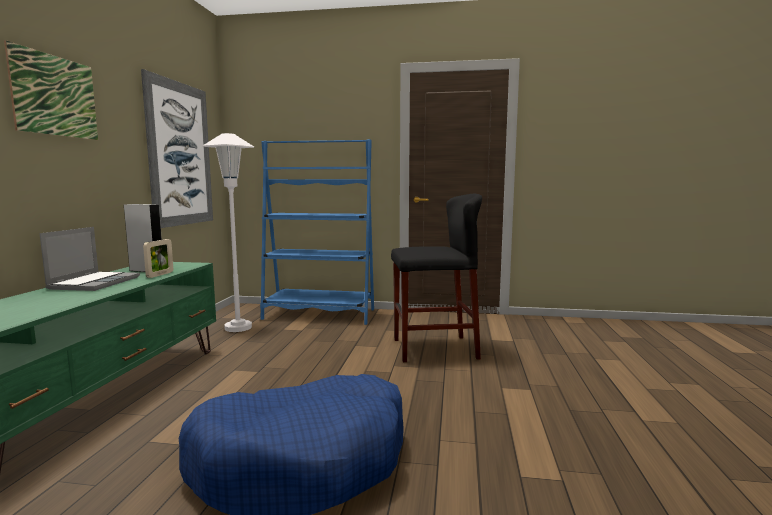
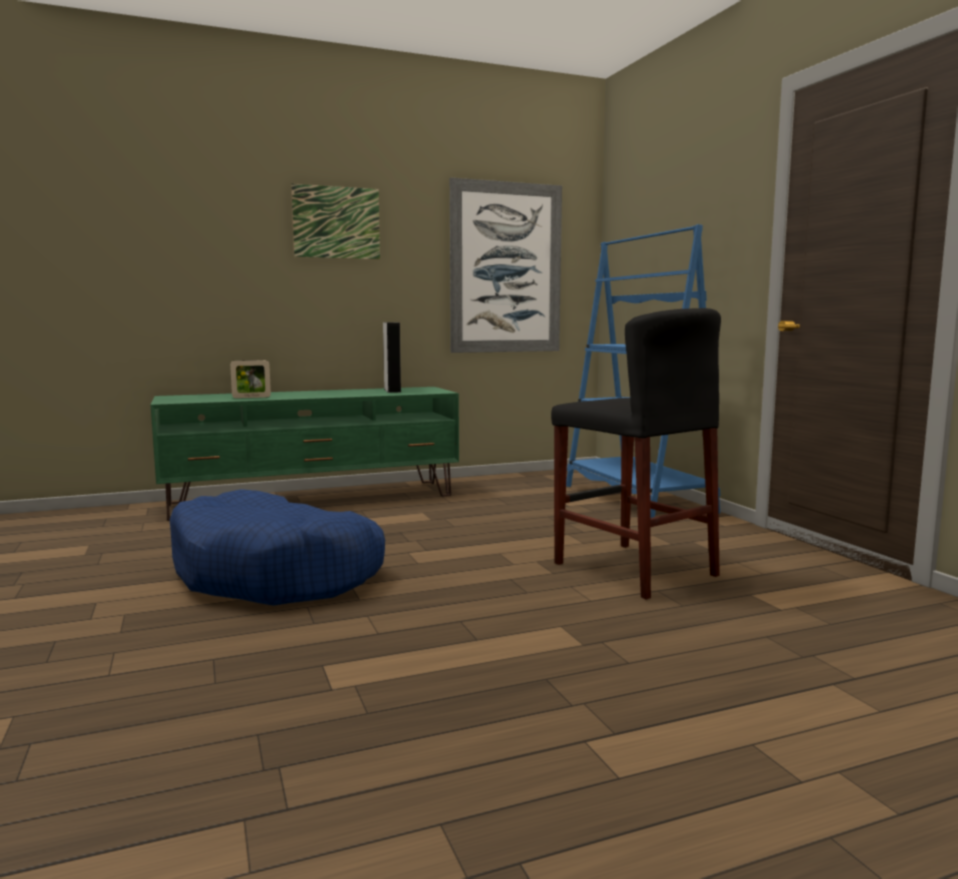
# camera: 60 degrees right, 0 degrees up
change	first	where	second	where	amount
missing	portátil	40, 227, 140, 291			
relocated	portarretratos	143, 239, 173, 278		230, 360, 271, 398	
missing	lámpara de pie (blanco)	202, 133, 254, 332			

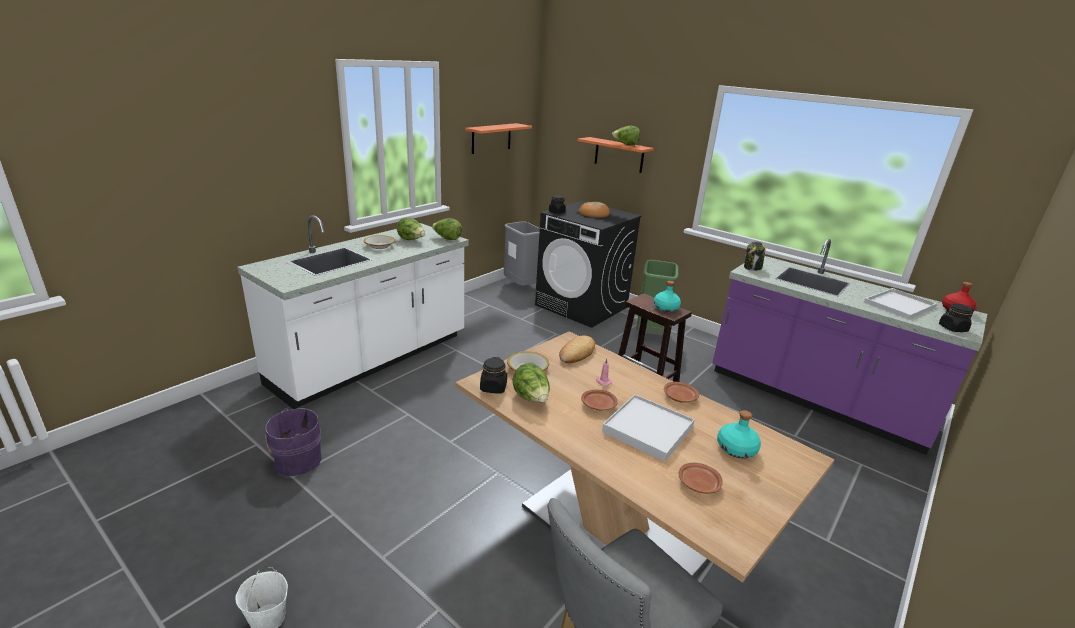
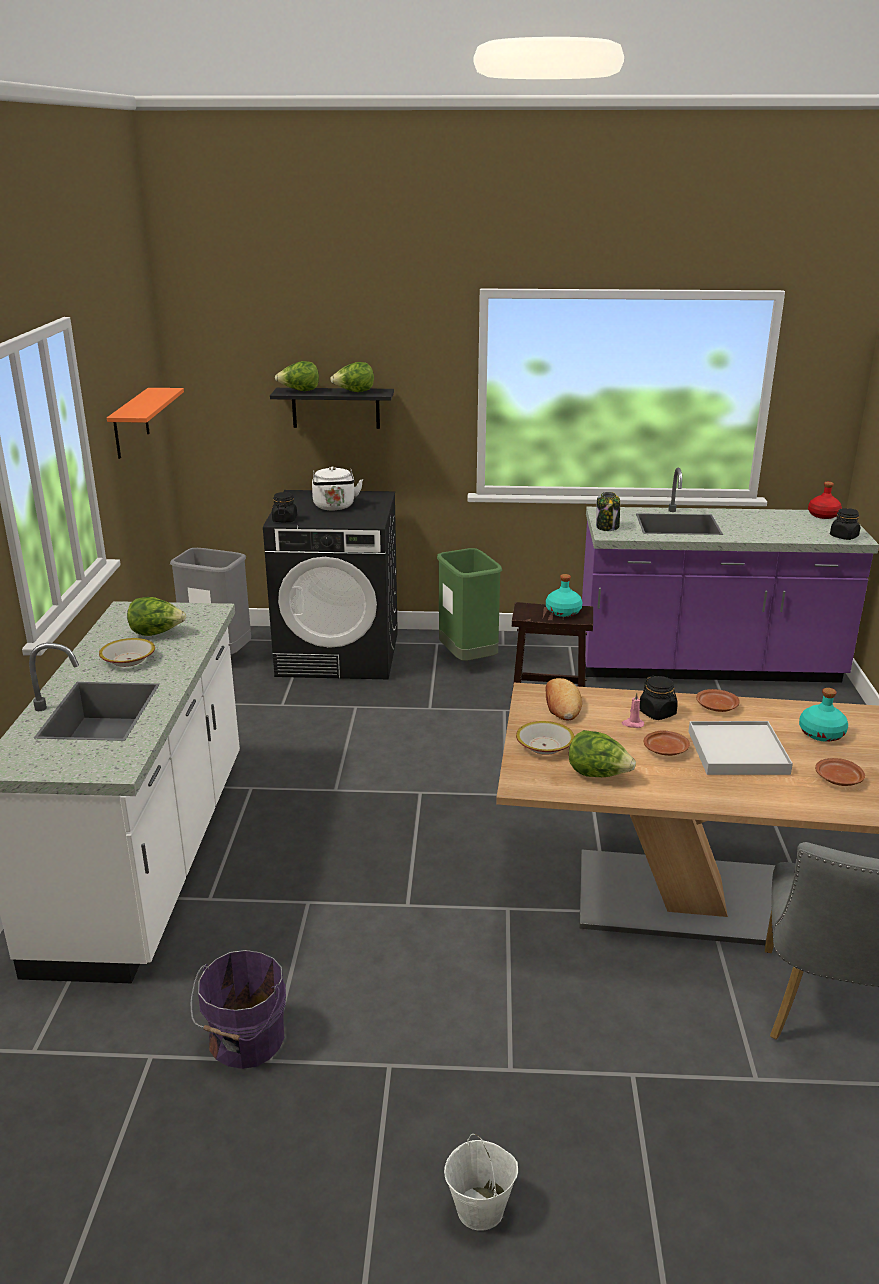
# camera: 35 degrees left, 0 degrees up
change	first	where	second	where	amount
relocated	lechuga	432, 218, 462, 240		275, 361, 319, 391	
relocated	tarro (negro)	480, 357, 507, 394		640, 675, 678, 720	
colour	estante (naranja)	578, 137, 654, 173	estante (negro)	270, 388, 394, 429	
exchanged	pan	579, 202, 610, 218	hervidor (blanco)	312, 466, 363, 510	
missing	bandeja (blanco)	864, 288, 937, 319			

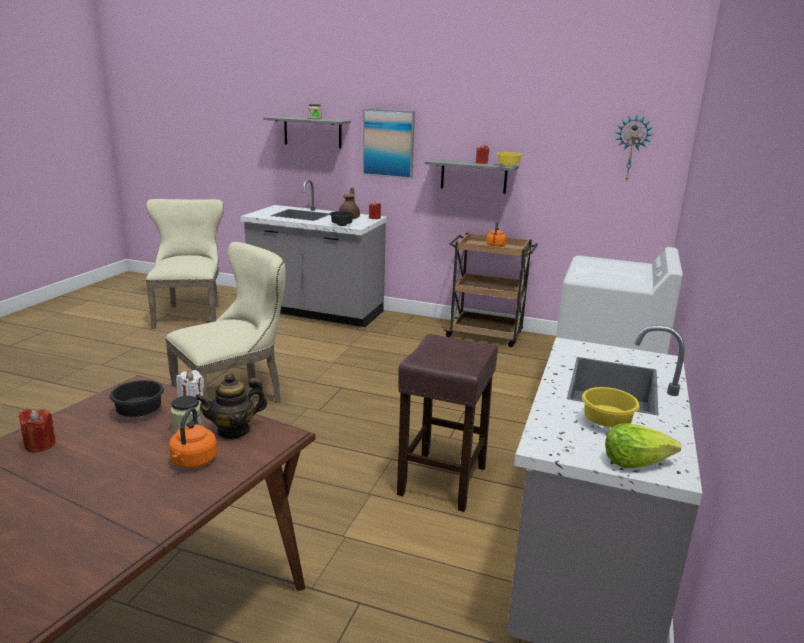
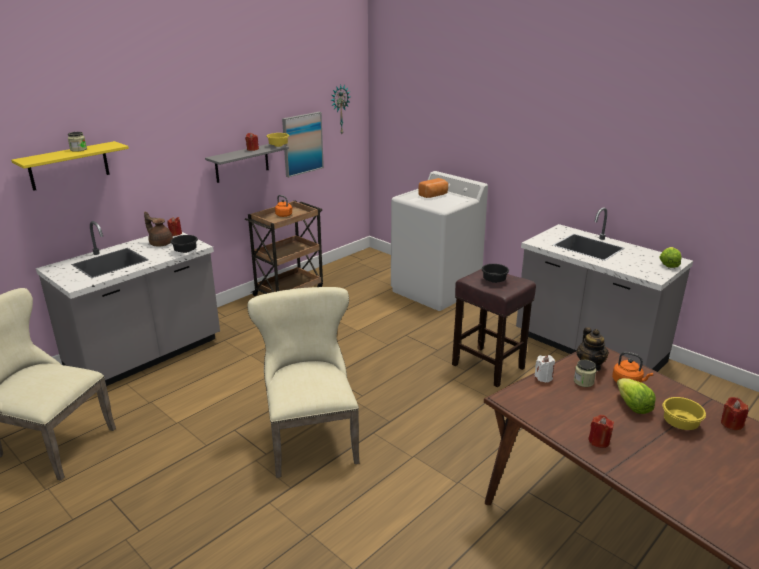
# camera: 65 degrees left, 5 degrees up
change	first	where	second	where	amount
relocated	cuenco (negro)	109, 380, 164, 417		482, 264, 509, 283	
colour	estante (gris)	263, 116, 351, 148	estante (amarillo)	11, 141, 129, 191	
relocated	cuadro	362, 109, 415, 179		282, 112, 324, 177	
relocated	cuenco (amarillo)	582, 387, 640, 427		663, 397, 706, 430	
appeared			pan	418, 178, 448, 198	
appeared			lechuga	617, 378, 656, 414	
appeared			vela (rojo)	721, 397, 749, 430	

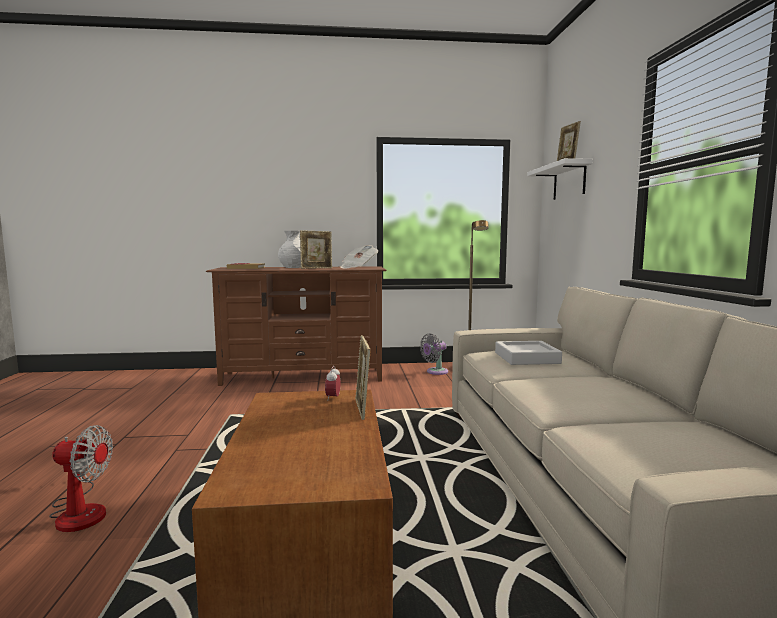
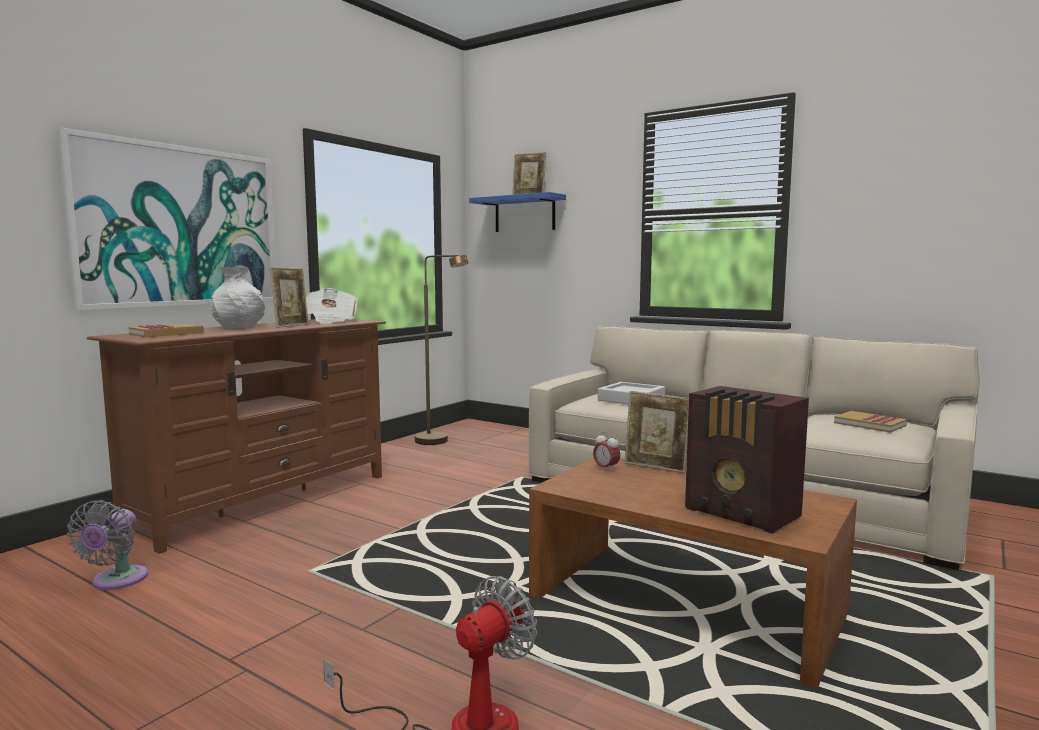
# camera: 50 degrees left, 0 degrees up
change	first	where	second	where	amount
relocated	ventilador (gris)	420, 334, 448, 375		67, 500, 148, 590	
colour	estante (blanco)	527, 158, 593, 200	estante (azul)	469, 192, 566, 232	
appeared			cuadro	55, 127, 276, 310	
appeared			radio	685, 386, 809, 534	
appeared			libro	834, 411, 907, 433	

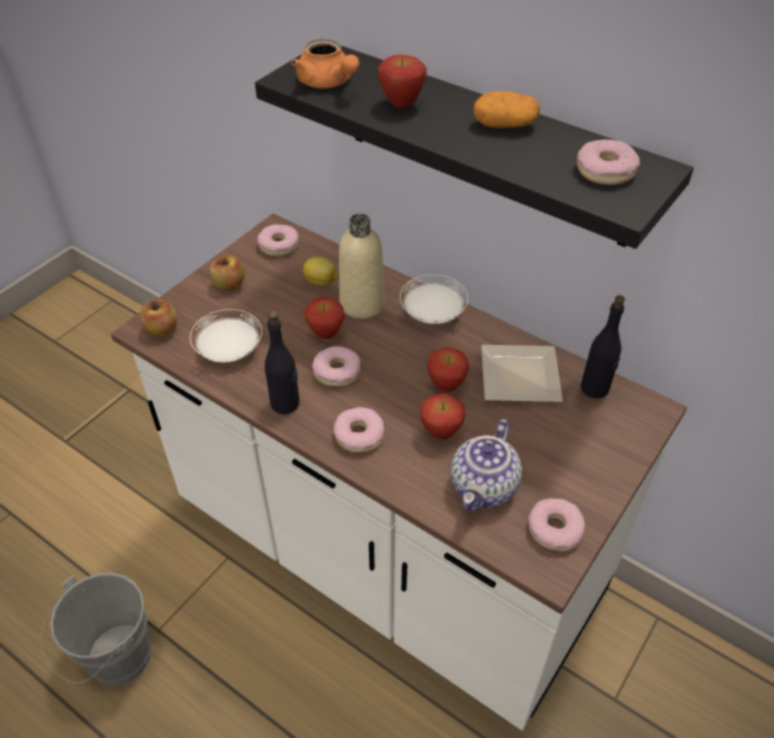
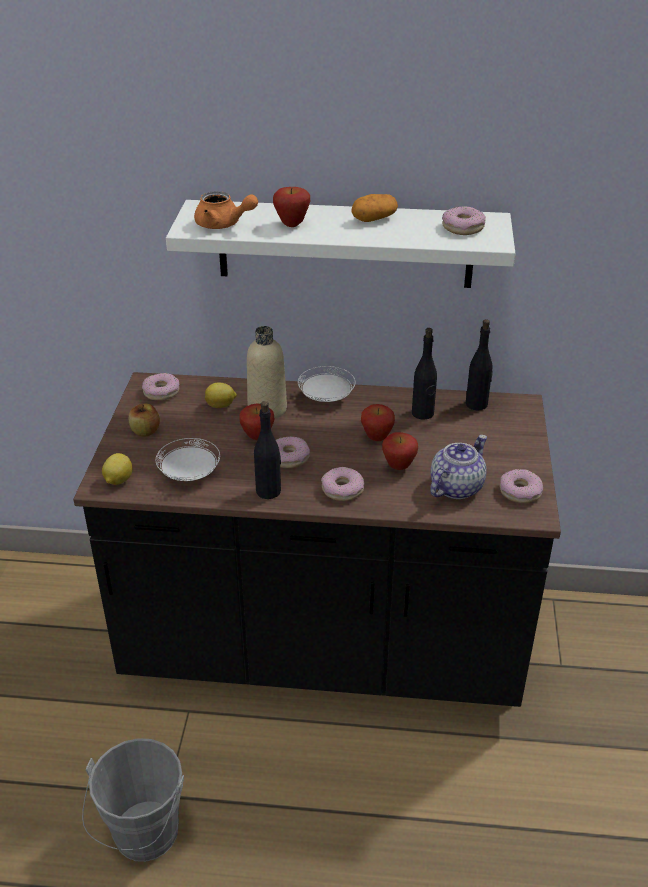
# camera: 30 degrees left, 10 degrees down
change	first	where	second	where	amount
colour	mueble bajo de cocina (blanco)	111, 214, 687, 730	mueble bajo de cocina (negro)	73, 372, 561, 707	
exchanged	manzana	140, 299, 177, 337	limón	102, 453, 132, 485	
colour	estante (negro)	255, 46, 694, 249	estante (blanco)	166, 200, 515, 288	
spun	tetera	451, 419, 522, 511		430, 435, 487, 499	135 degrees counterclockwise
exchanged	plato	481, 345, 563, 402	botella (negro)	412, 328, 437, 420	

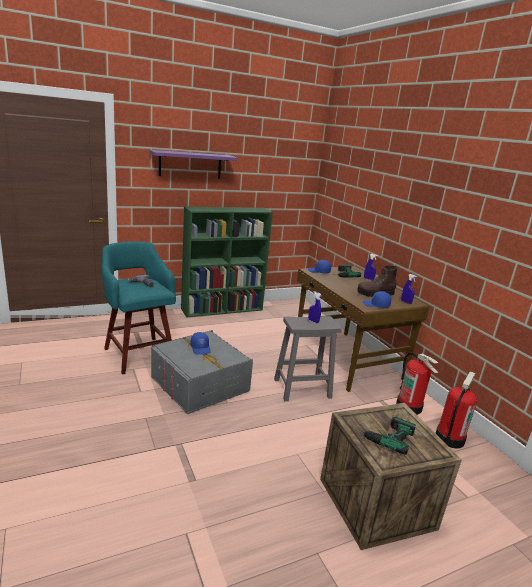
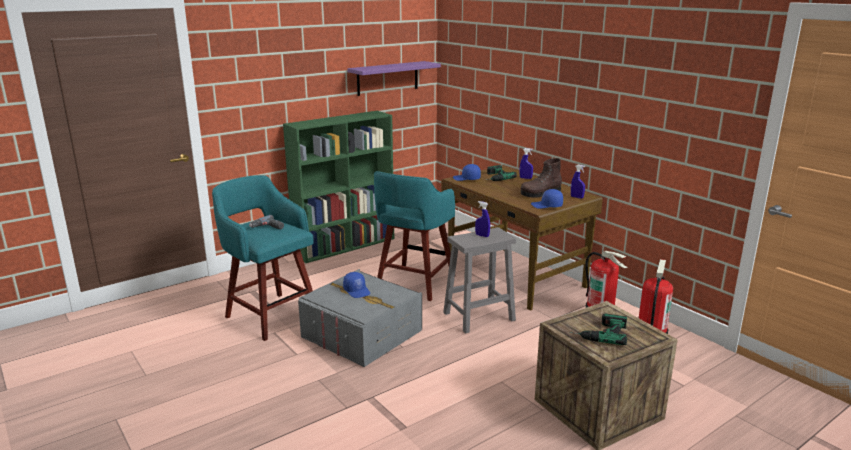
# camera: 10 degrees left, 0 degrees up
change	first	where	second	where	amount
relocated	estante (morado)	149, 150, 238, 179		347, 61, 441, 96	
appeared			taburete (turquesa)	374, 171, 455, 301	

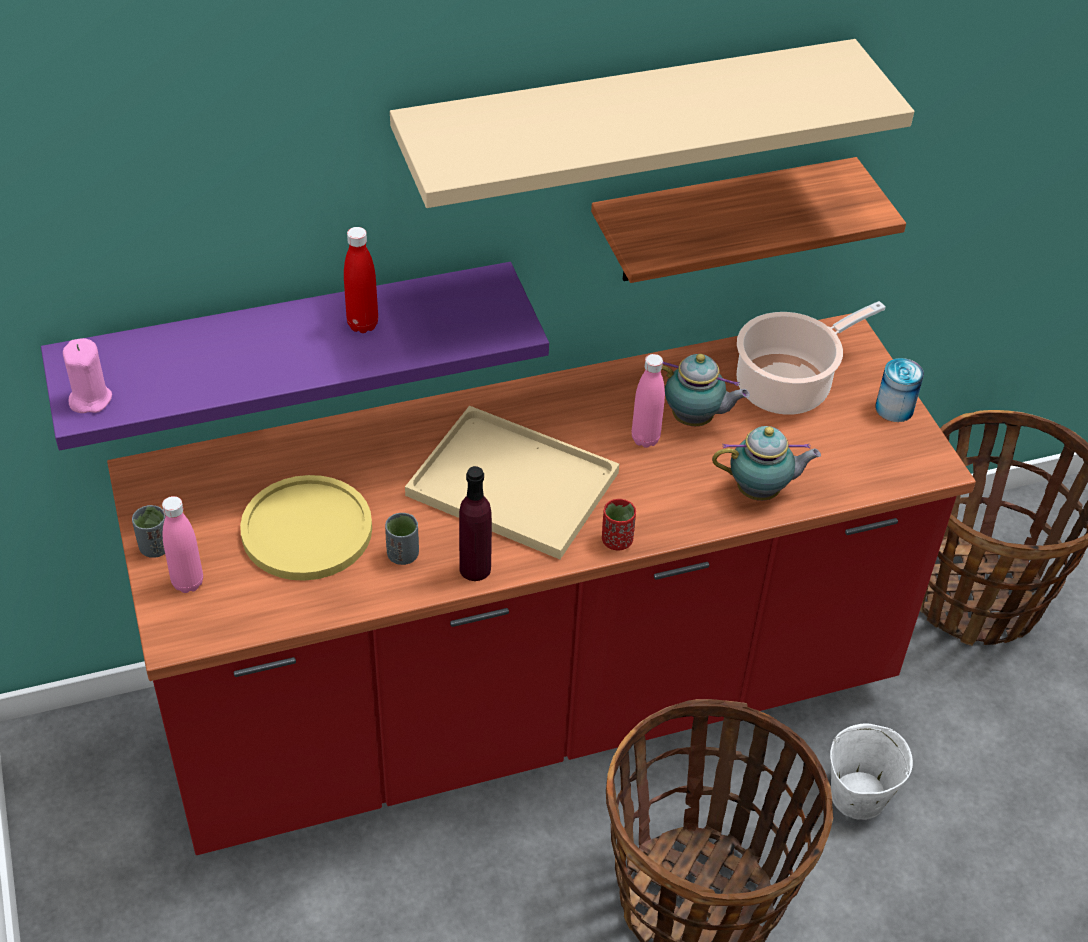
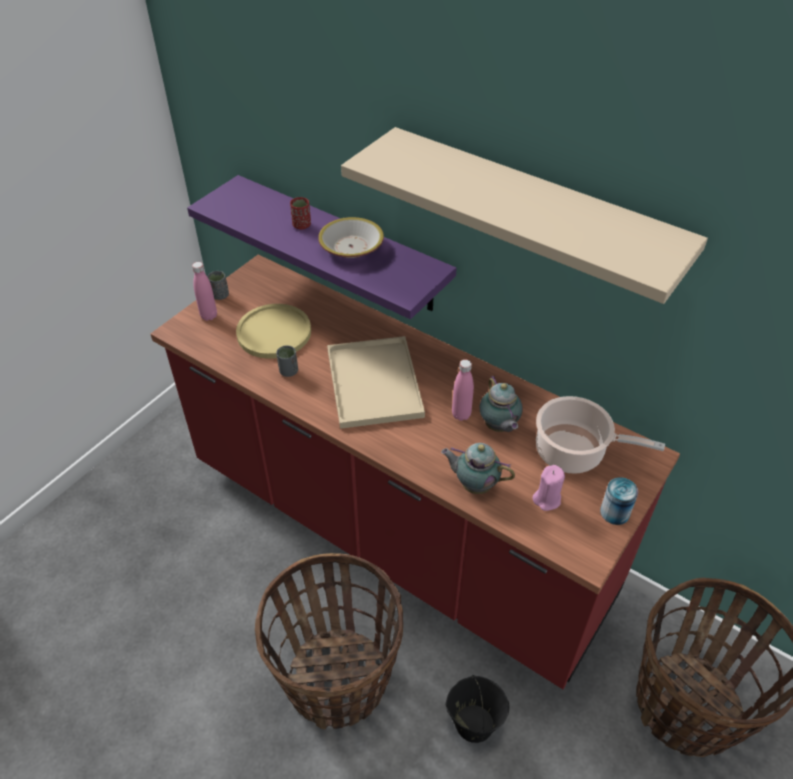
# camera: 55 degrees right, 0 degrees up
change	first	where	second	where	amount
relocated	vela (rosa)	63, 338, 112, 413		532, 465, 565, 511	
exchanged	botella (rojo)	344, 227, 378, 333	cuenco	318, 217, 384, 258	
missing	botella (morado)	459, 466, 492, 581			
missing	estante	591, 157, 906, 283			
relocated	taza (rojo)	602, 499, 636, 551		290, 197, 311, 230	
spun	tetera	712, 426, 821, 501		441, 443, 515, 494	150 degrees clockwise
colour	cubo (blanco)	830, 724, 913, 820	cubo (negro)	445, 675, 509, 743	

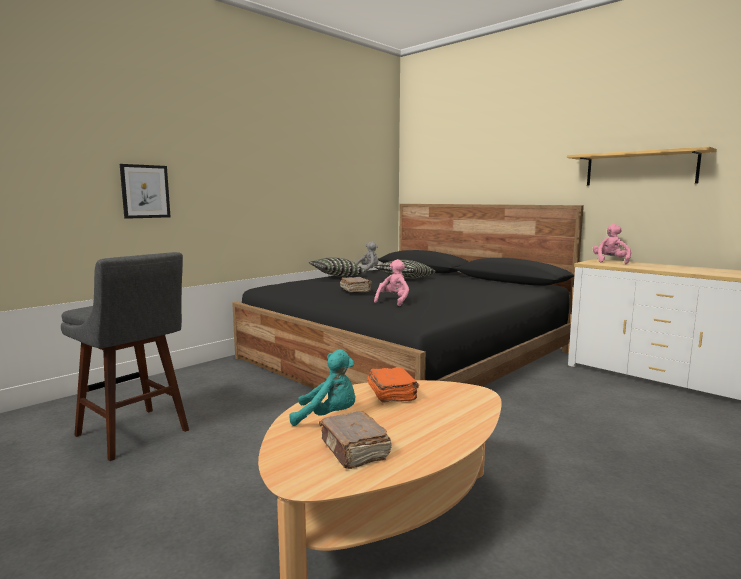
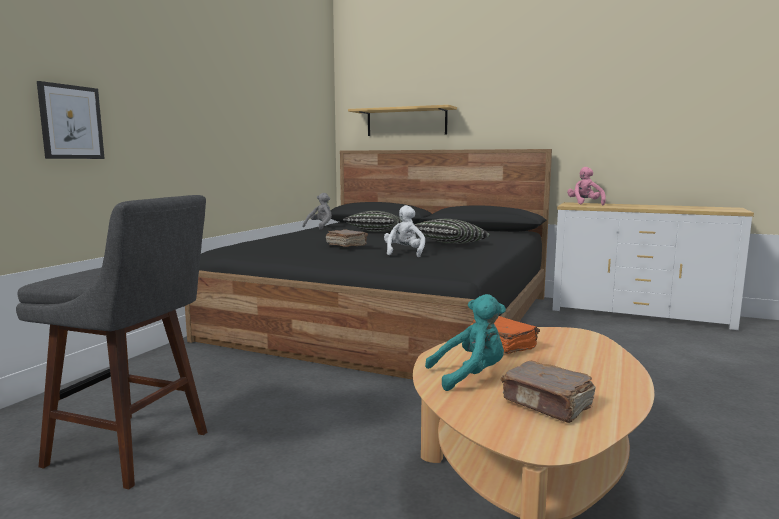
# camera: 20 degrees left, 0 degrees up
change	first	where	second	where	amount
relocated	cojín	309, 257, 365, 277		414, 219, 490, 244	
colour	peluche (rosa)	374, 259, 409, 306	peluche (blanco)	384, 205, 425, 257	
relocated	estante	567, 147, 717, 185		348, 105, 457, 136	

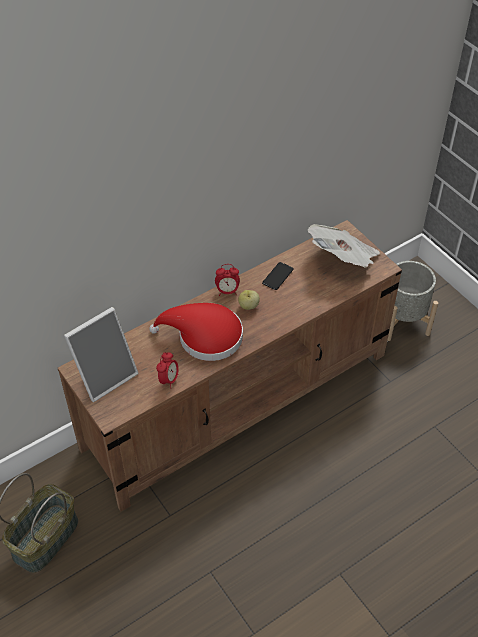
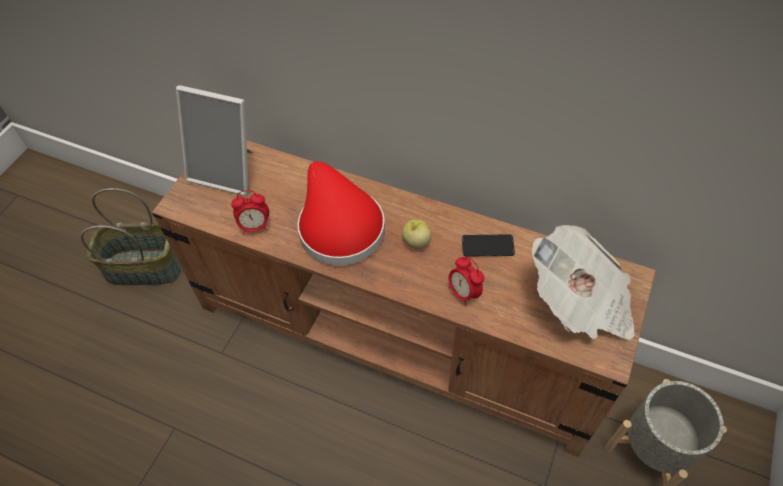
# camera: 60 degrees right, 5 degrees up
change	first	where	second	where	amount
relocated	despertador	215, 264, 240, 296		448, 257, 484, 306	

